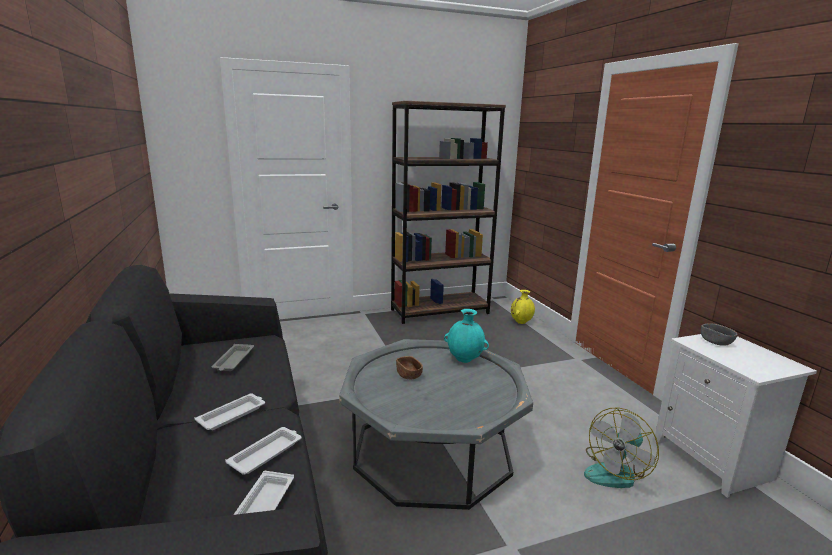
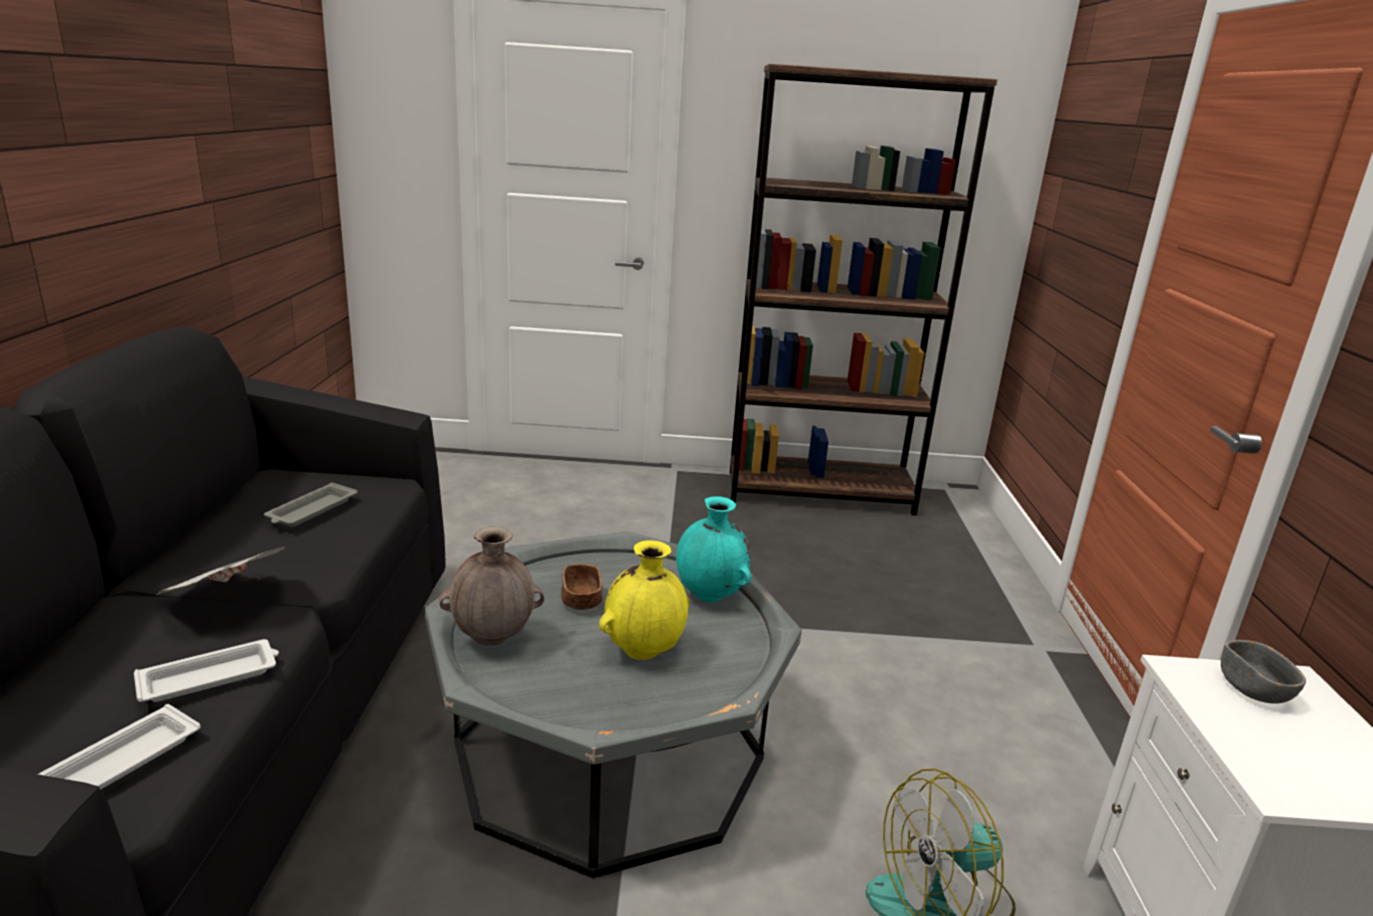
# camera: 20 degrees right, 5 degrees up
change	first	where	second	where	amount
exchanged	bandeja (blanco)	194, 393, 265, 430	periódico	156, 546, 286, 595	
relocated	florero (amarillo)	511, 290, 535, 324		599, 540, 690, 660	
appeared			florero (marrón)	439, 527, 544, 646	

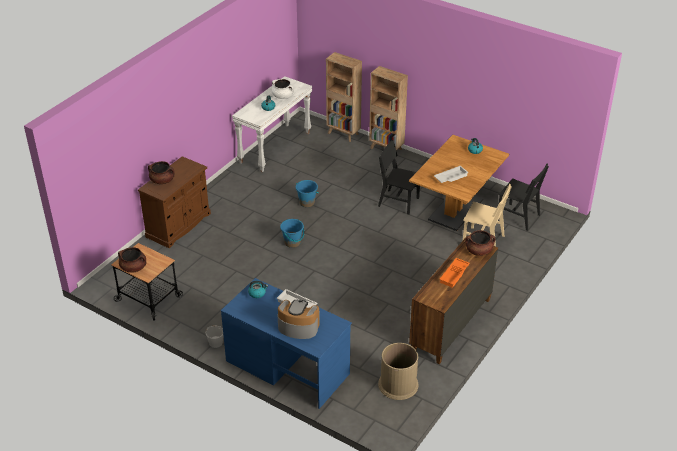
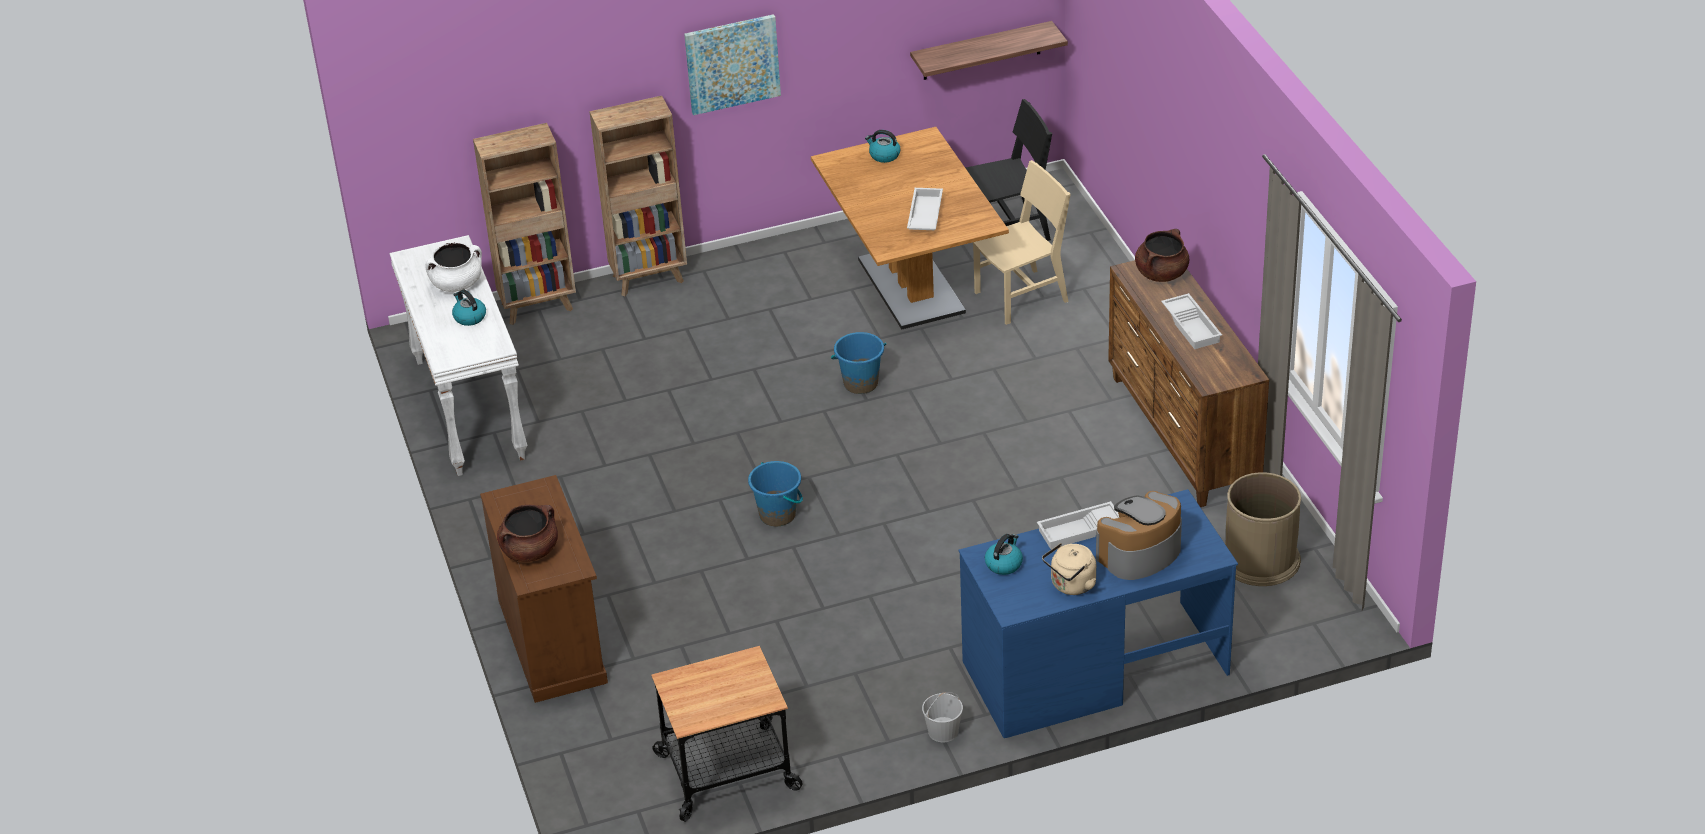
# camera: 50 degrees left, 0 degrees up
change	first	where	second	where	amount
missing	olla (marrón)	118, 247, 147, 273			
relocated	cubo (azul)	296, 180, 319, 207		831, 332, 886, 394	
missing	silla (negro)	378, 140, 420, 214			
colour	bandeja (naranja)	440, 258, 470, 288	bandeja (blanco)	1161, 293, 1222, 349	
appeared			cuadro	684, 14, 781, 115	
appeared			estante	910, 21, 1068, 80	
appeared			hervidor (beis)	1042, 543, 1096, 595	

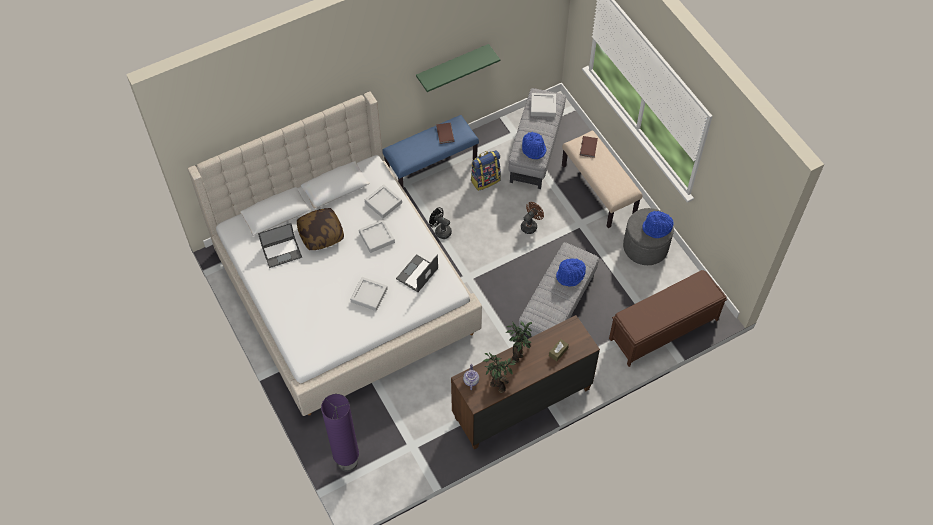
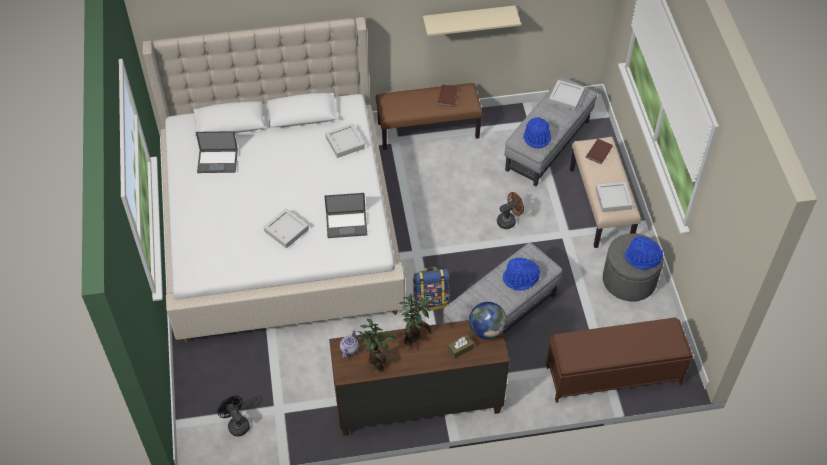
# camera: 20 degrees right, 5 degrees down
change	first	where	second	where	amount
missing	cojín	297, 208, 344, 250			
missing	lámpara de pie (morado)	321, 394, 359, 472			
relocated	bandeja (gris)	359, 219, 395, 253		596, 182, 633, 212	
colour	banco (azul)	382, 115, 479, 190	banco (marrón)	376, 83, 483, 150	
spun	portátil	396, 254, 438, 292		324, 193, 367, 238	150 degrees counterclockwise
colour	estante (verde)	416, 44, 500, 92	estante (beis)	423, 6, 521, 36	
relocated	ventilador (negro)	429, 207, 452, 239		217, 396, 250, 437	
relocated	mochila	471, 150, 501, 191		413, 267, 450, 311	
appeared			globo terráqueo	469, 302, 507, 339	

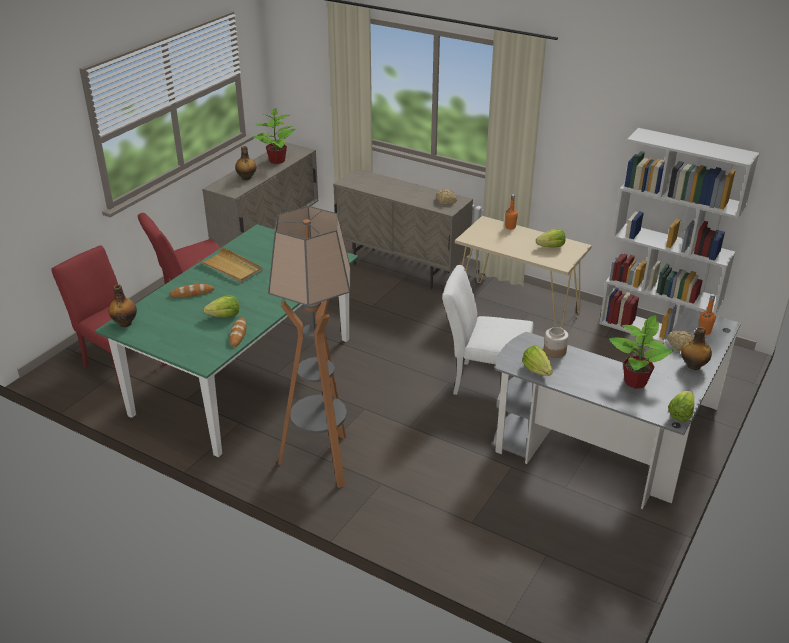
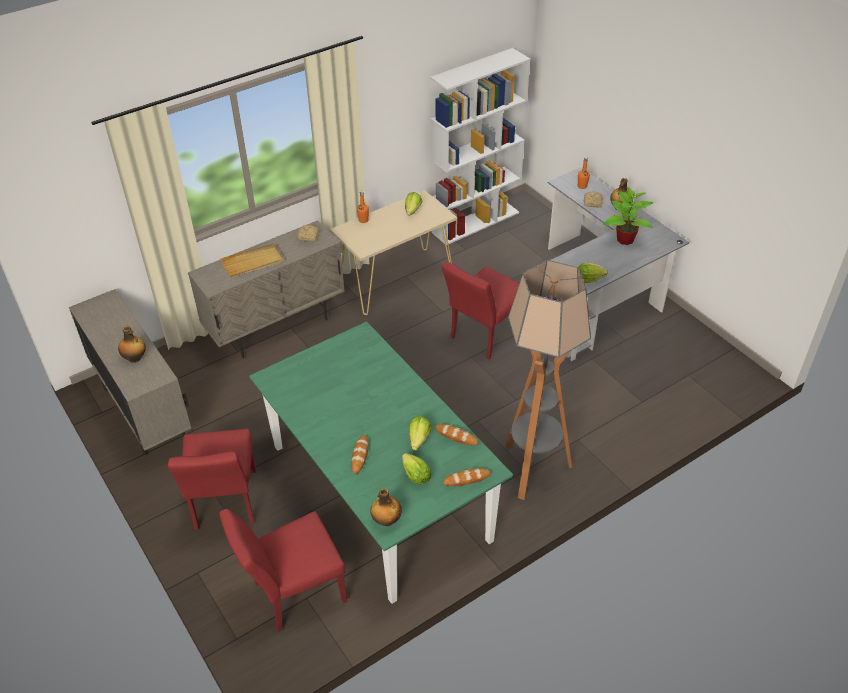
# camera: 65 degrees left, 10 degrees up
change	first	where	second	where	amount
relocated	bandeja (beis)	198, 247, 263, 283		221, 244, 284, 277	
missing	planta en maceta	252, 108, 296, 164			
colour	silla (blanco)	442, 265, 533, 395	silla (rojo)	442, 261, 519, 359	
missing	tarro	543, 327, 569, 358			
relocated	lechuga	668, 391, 694, 422		402, 453, 431, 485	
appeared			pan	443, 468, 491, 486	

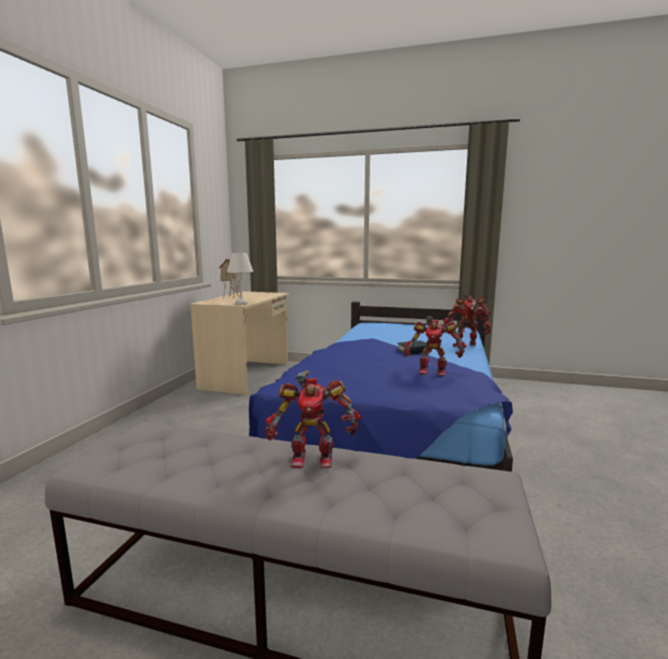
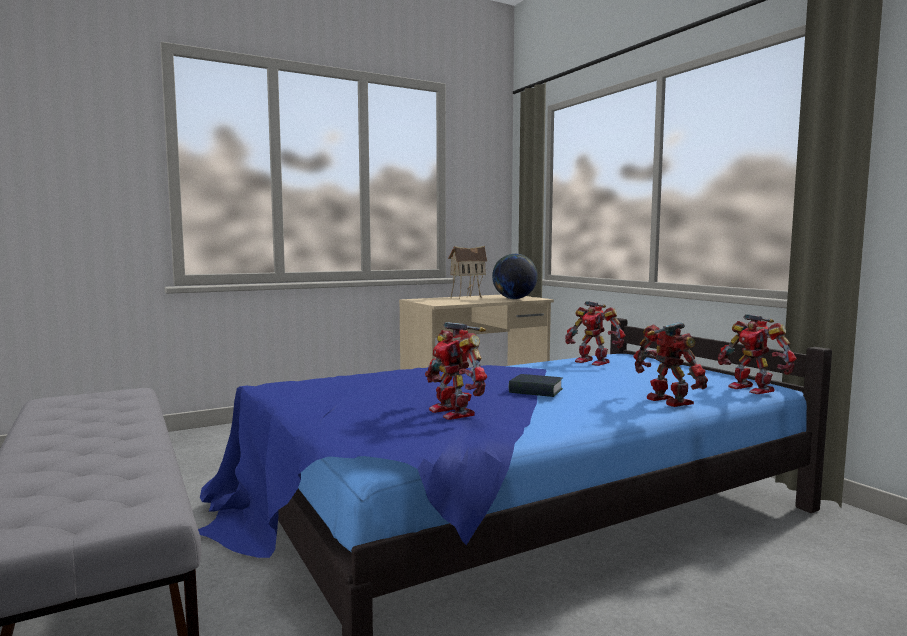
# camera: 45 degrees right, 5 degrees down
change	first	where	second	where	amount
missing	lámpara de mesa (blanco)	227, 253, 253, 305			
relocated	robot de juguete	265, 370, 361, 468		565, 301, 626, 366	
appeared			globo terráqueo	492, 254, 538, 299	

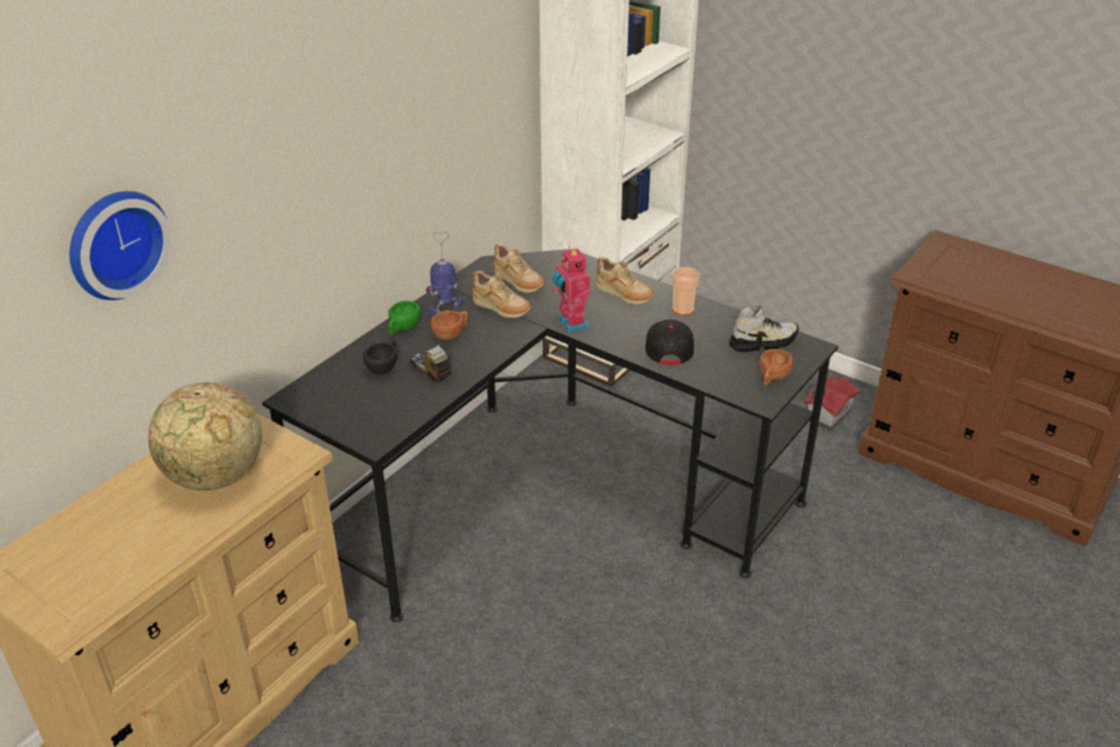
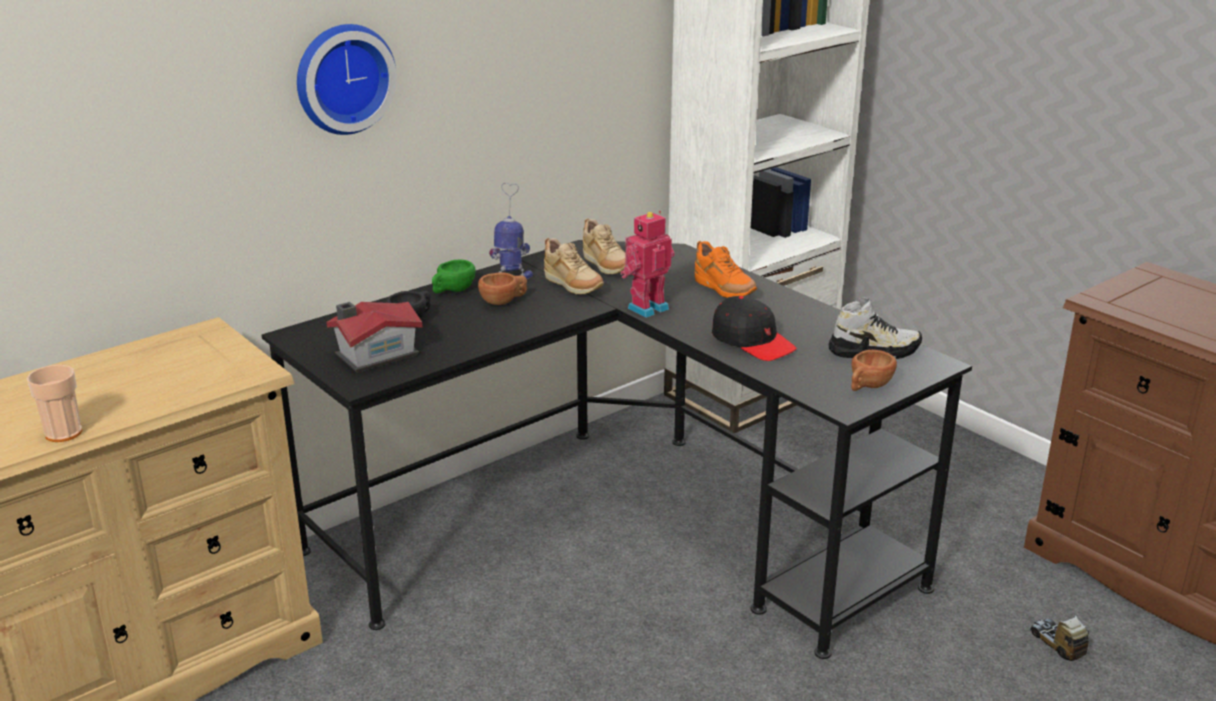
# camera: 15 degrees right, 10 degrees down
change	first	where	second	where	amount
relocated	reloj de pared	70, 191, 171, 300		297, 24, 397, 135	
missing	globo terráqueo	148, 382, 262, 491			
relocated	camión de juguete	410, 344, 451, 382		1030, 615, 1089, 661	
spun	robot de juguete	553, 246, 590, 333		620, 211, 675, 318	60 degrees clockwise
colour	zapato (beis)	596, 257, 655, 305	zapato (naranja)	695, 241, 757, 298	
spun	gorra (negro)	645, 319, 694, 364		712, 296, 797, 361	120 degrees clockwise
relocated	taza	672, 267, 700, 315		27, 365, 82, 442	
relocated	casita	804, 377, 860, 430		326, 302, 422, 373	

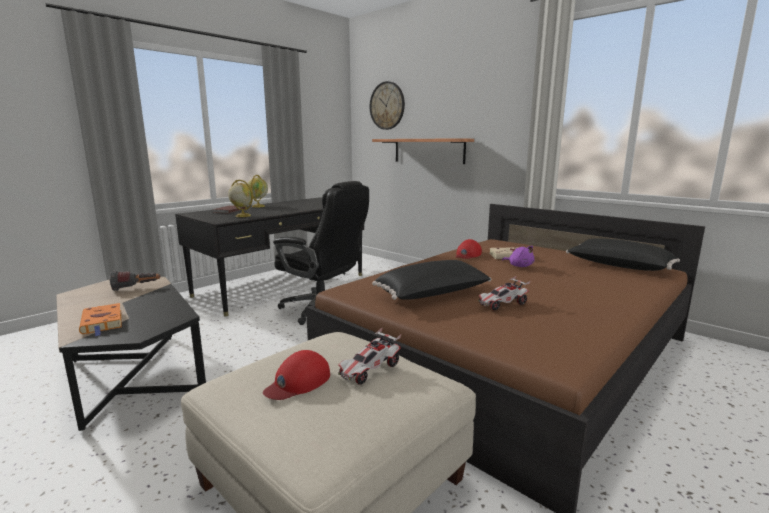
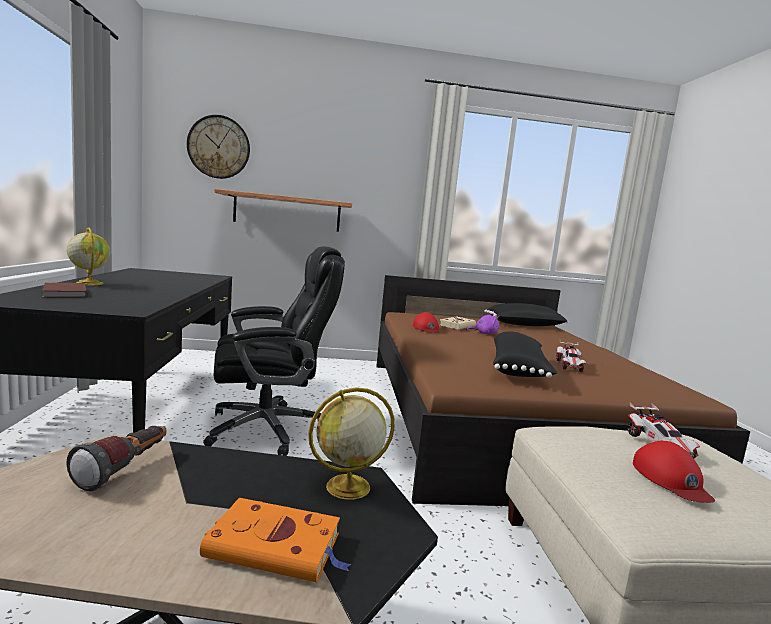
# camera: 50 degrees left, 5 degrees down
change	first	where	second	where	amount
relocated	globo terráqueo	228, 180, 253, 217		308, 387, 395, 500	

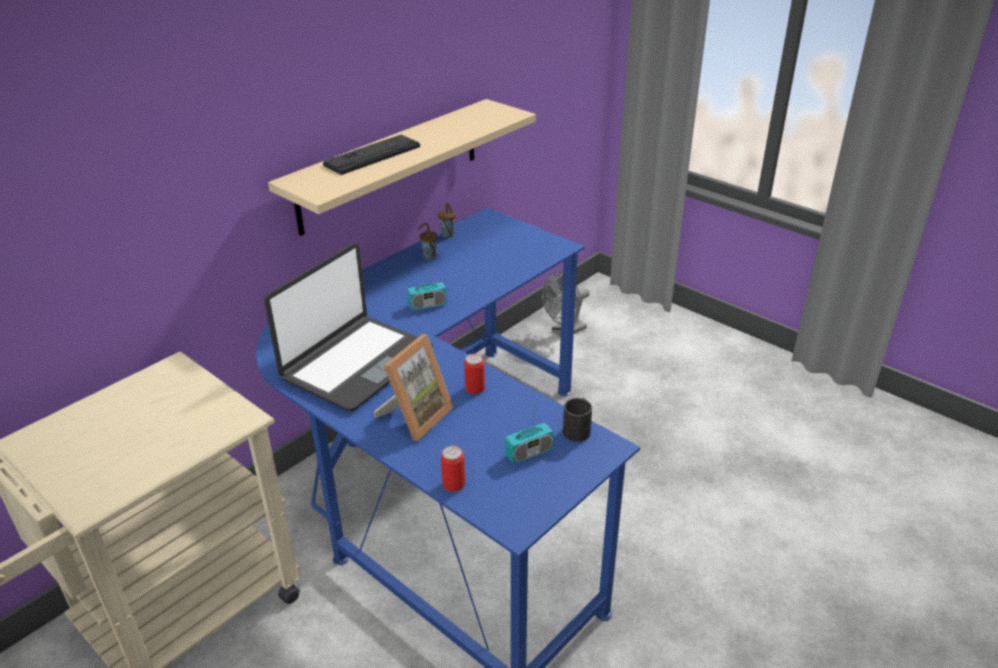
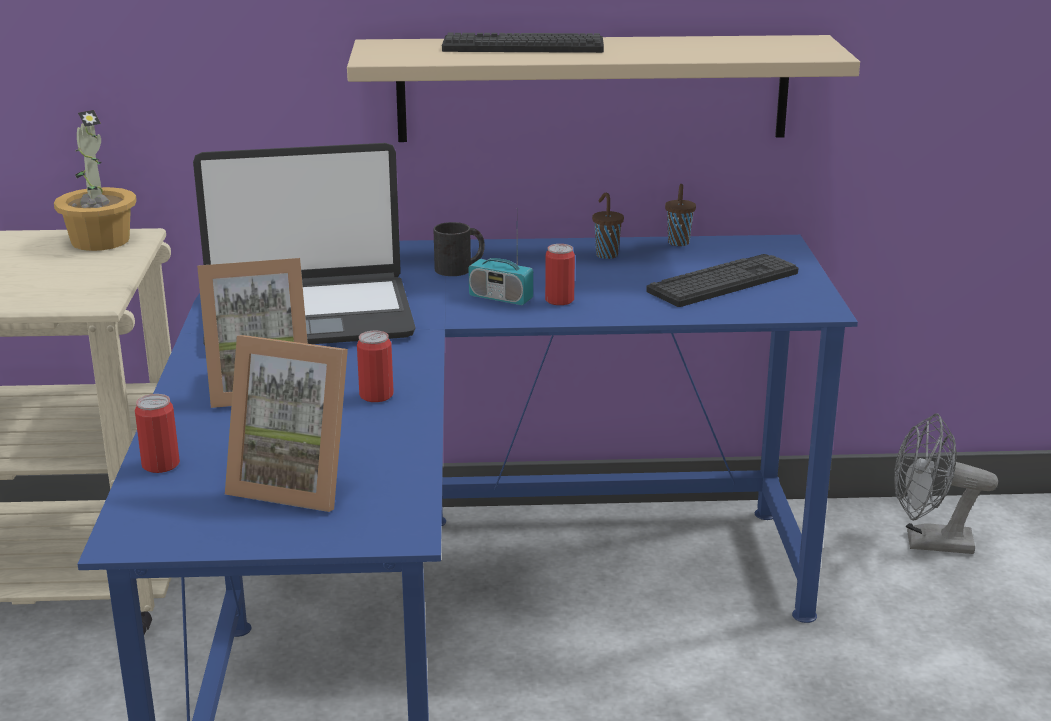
# camera: 45 degrees right, 10 degrees down
change	first	where	second	where	amount
exchanged	radio	505, 391, 554, 464	portarretratos	225, 335, 348, 512	
relocated	taza grande (negro)	563, 398, 592, 442		433, 222, 485, 276	
appeared			planta en maceta	54, 110, 137, 251	
appeared			lata	545, 244, 575, 305	
appeared			teclado	646, 254, 798, 307	

